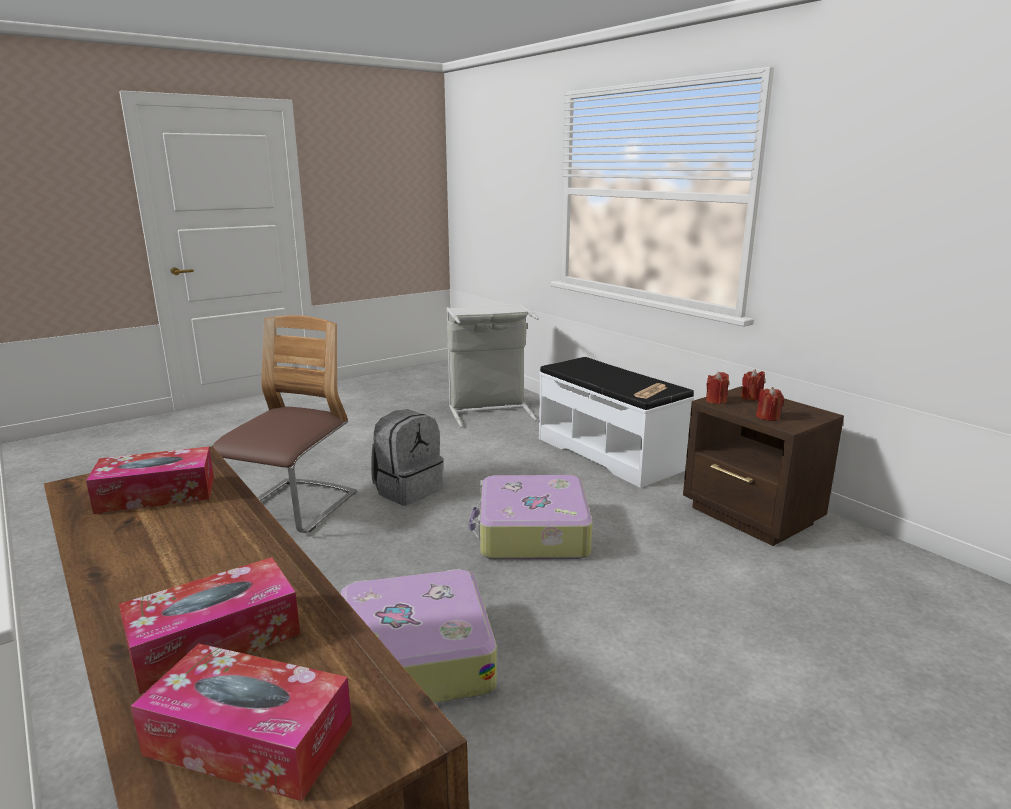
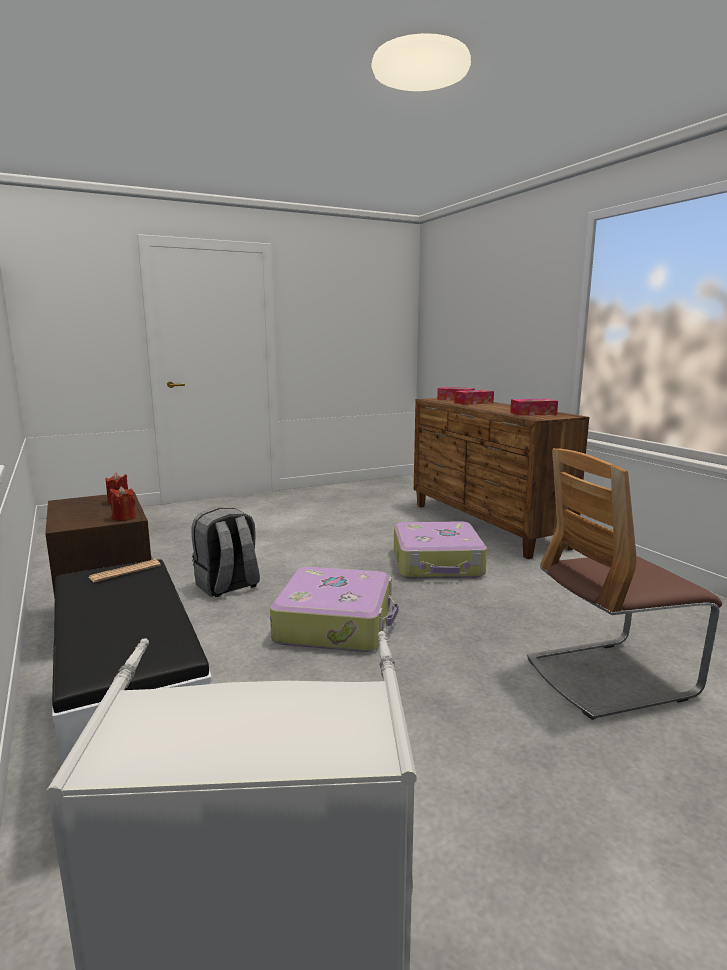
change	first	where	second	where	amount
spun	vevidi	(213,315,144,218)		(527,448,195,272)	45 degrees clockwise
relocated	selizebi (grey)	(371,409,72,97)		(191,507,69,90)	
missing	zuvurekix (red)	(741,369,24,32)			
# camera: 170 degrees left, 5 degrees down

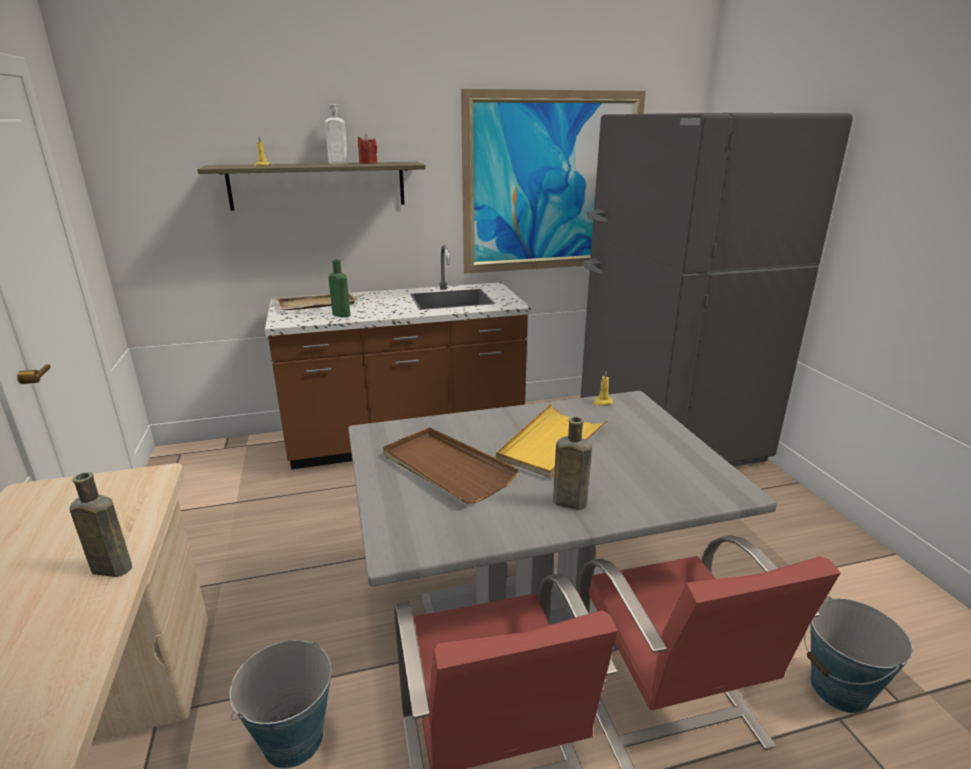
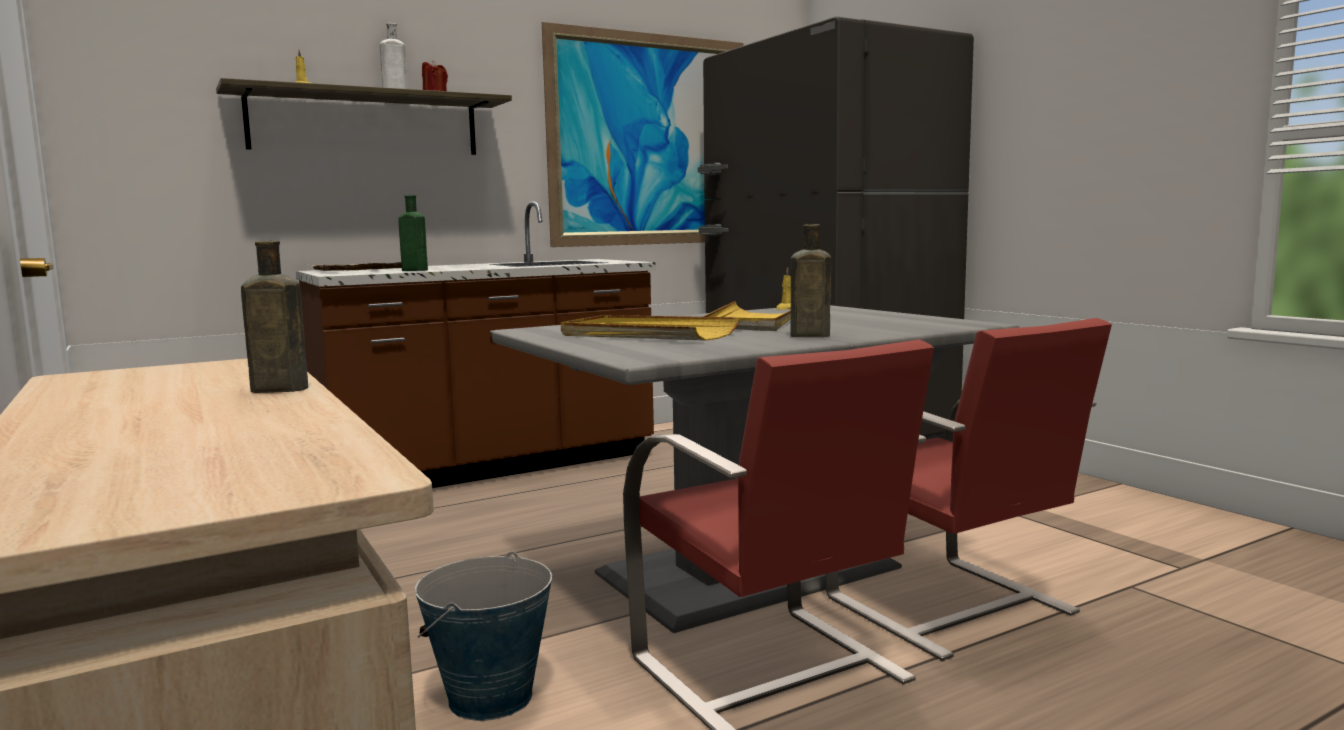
change	first	where	second	where	amount
colour	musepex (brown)	(383,427,136,77)	musepex (yellow)	(561,315,178,26)	
missing	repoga	(804,596,109,117)			
# camera: 15 degrees left, 15 degrees down

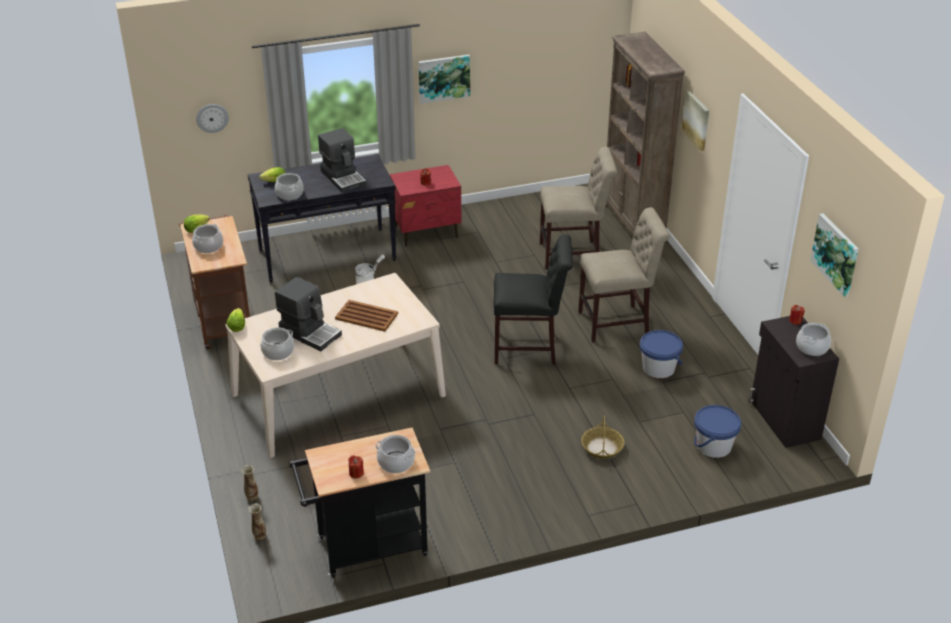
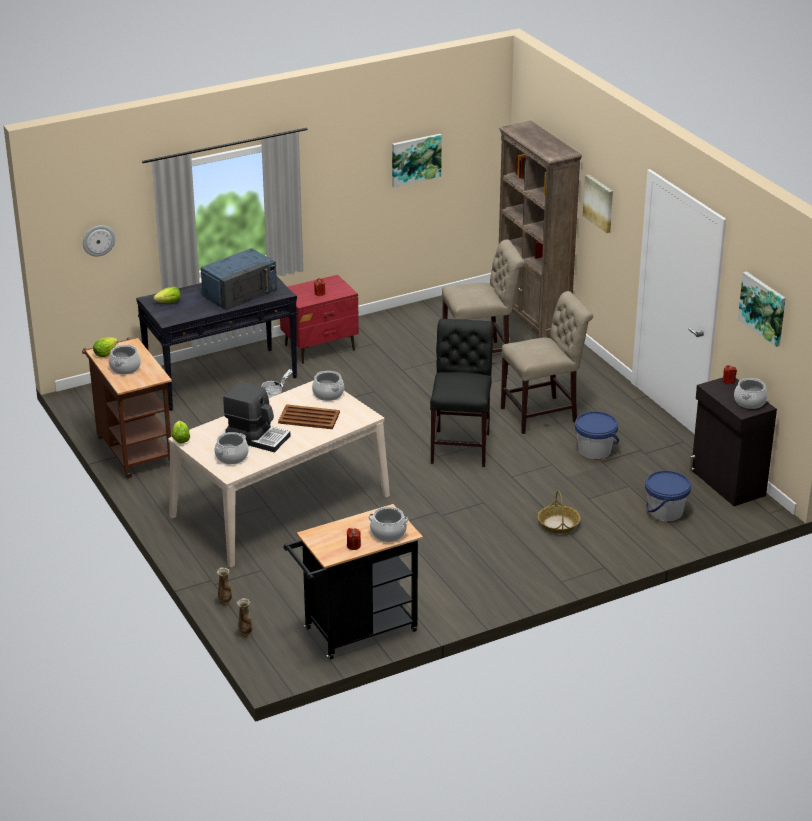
change	first	where	second	where	amount
relocated	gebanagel	(275,173,29,27)		(312,371,32,30)	
exchanged	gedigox	(318,128,49,64)	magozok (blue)	(201,248,76,62)	
relocated	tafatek	(418,55,52,49)		(392,134,50,54)	
spun	vevidi (black)	(493,234,80,131)		(430,319,63,148)	75 degrees counterclockwise
# camera: 10 degrees left, 5 degrees down

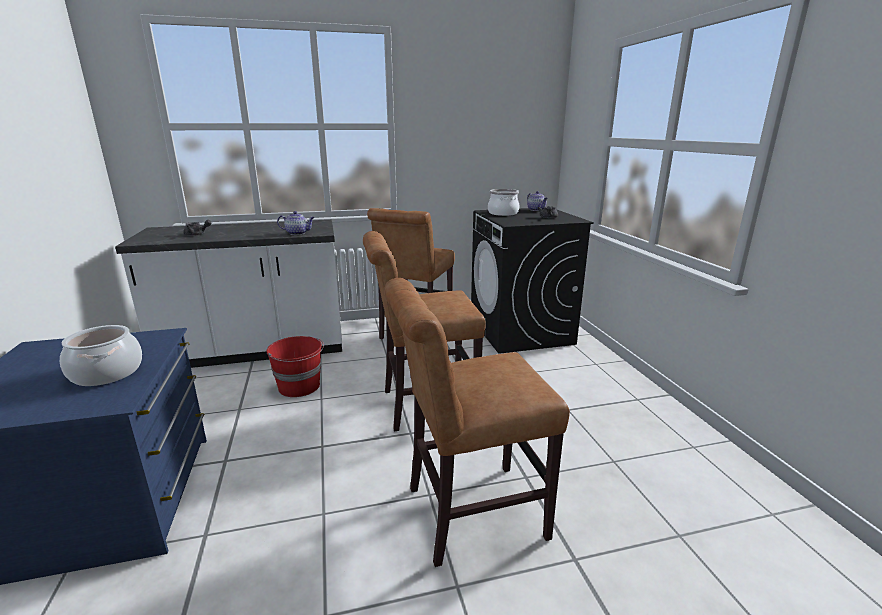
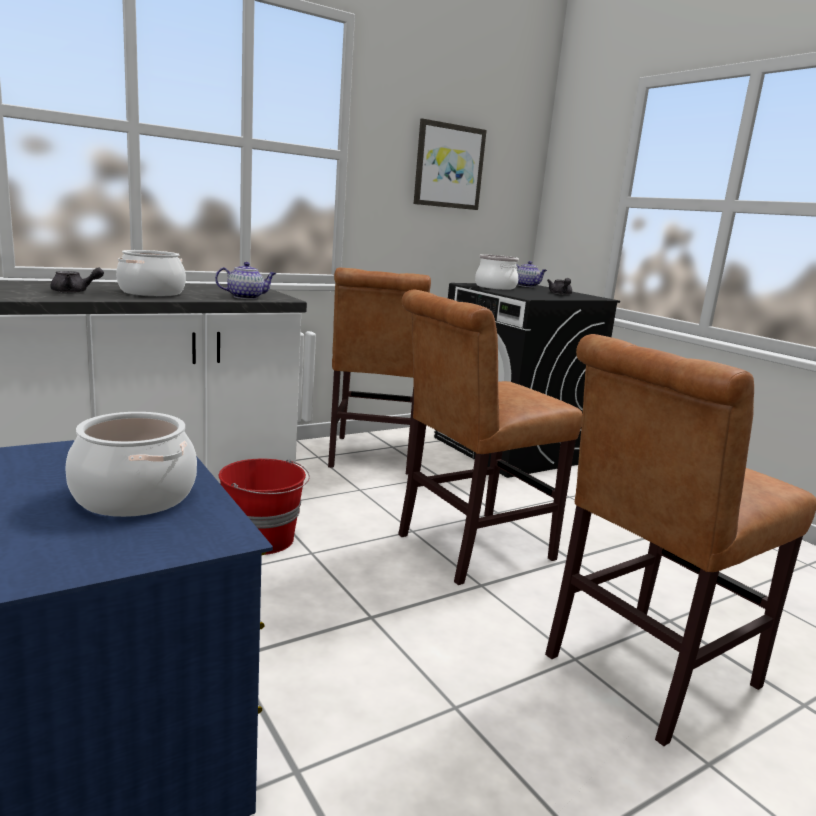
change	first	where	second	where	amount
appeared			gebanagel	(116,250,70,47)	
appeared			tafatek	(414,118,73,92)	
# camera: 20 degrees left, 5 degrees down

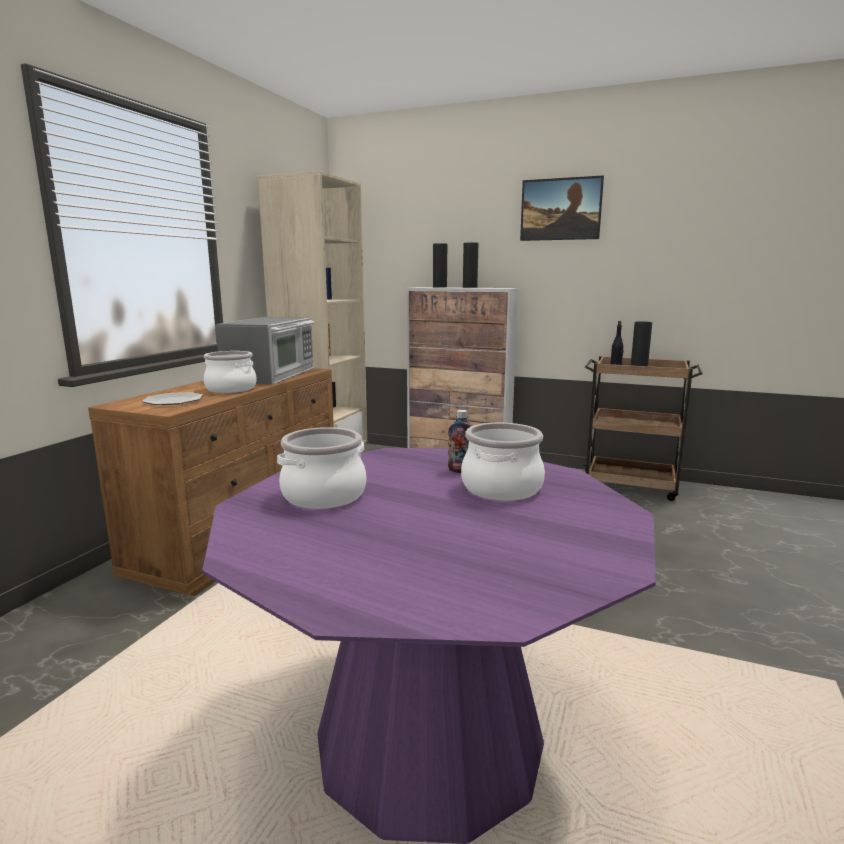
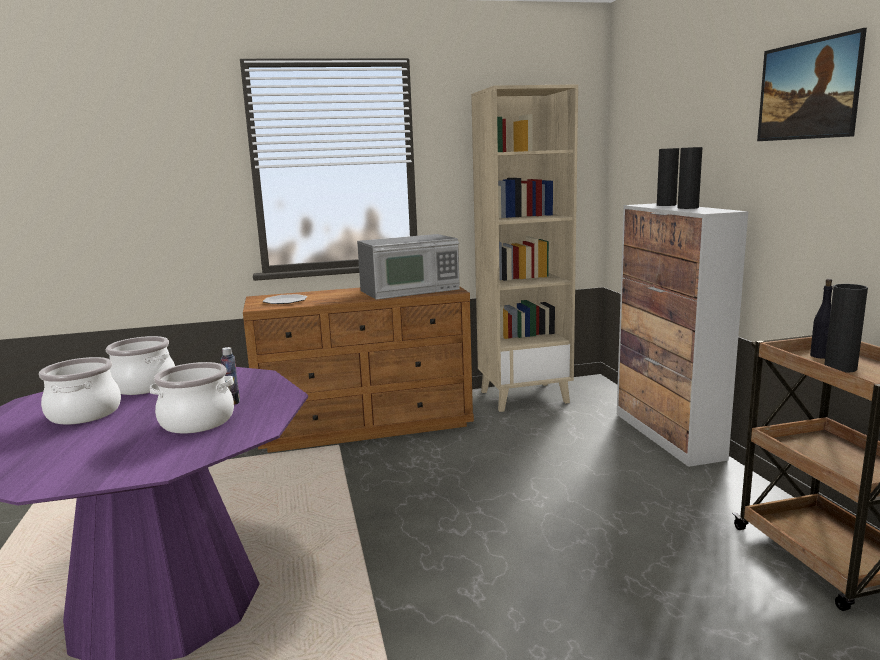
change	first	where	second	where	amount
relocated	gebanagel	(204,351,52,42)		(39,357,82,68)	
# camera: 55 degrees right, 0 degrees up

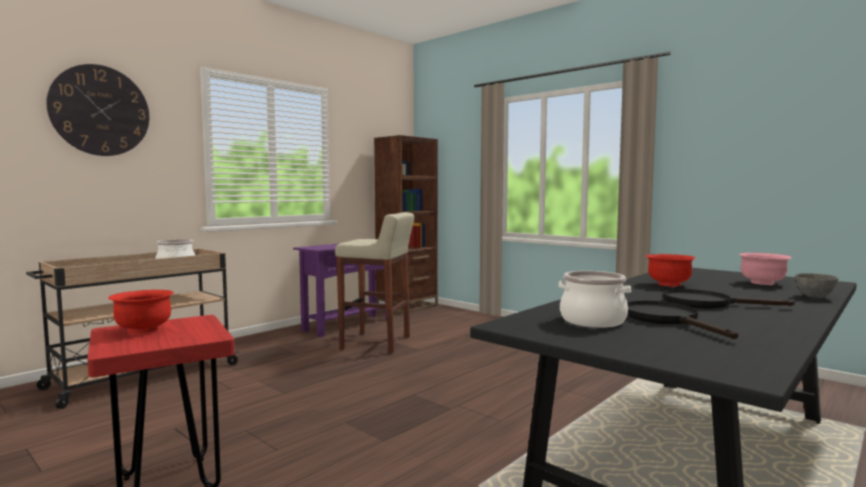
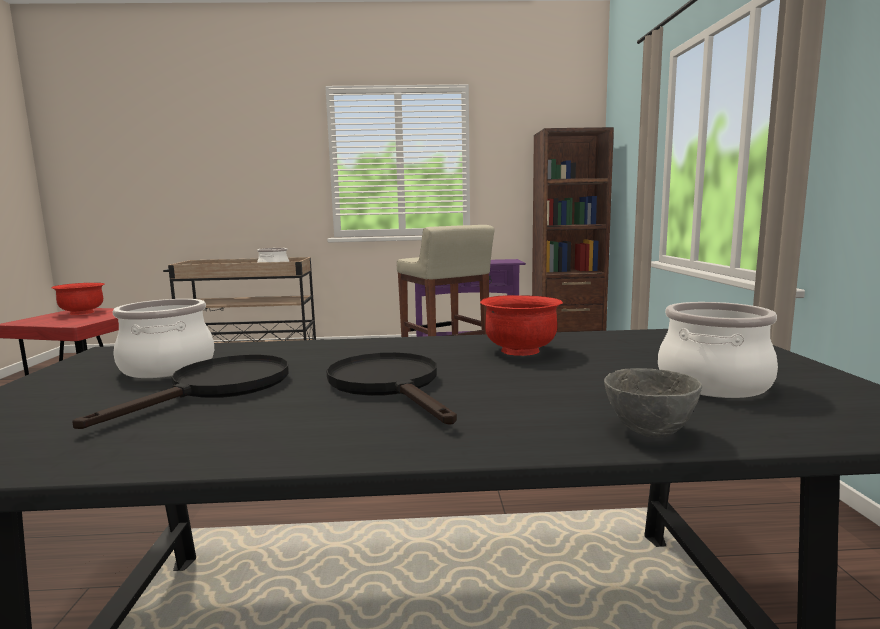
change	first	where	second	where	amount
missing	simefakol	(46,64,103,92)			
exchanged	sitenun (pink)	(739,253,53,32)	gebanagel	(658,302,120,96)	
# camera: 45 degrees right, 5 degrees up

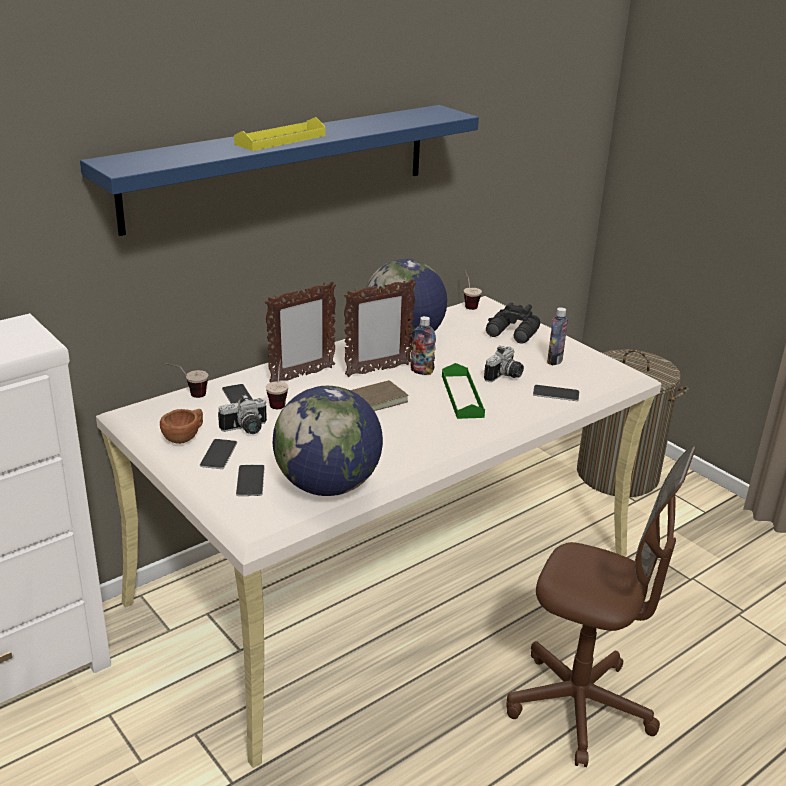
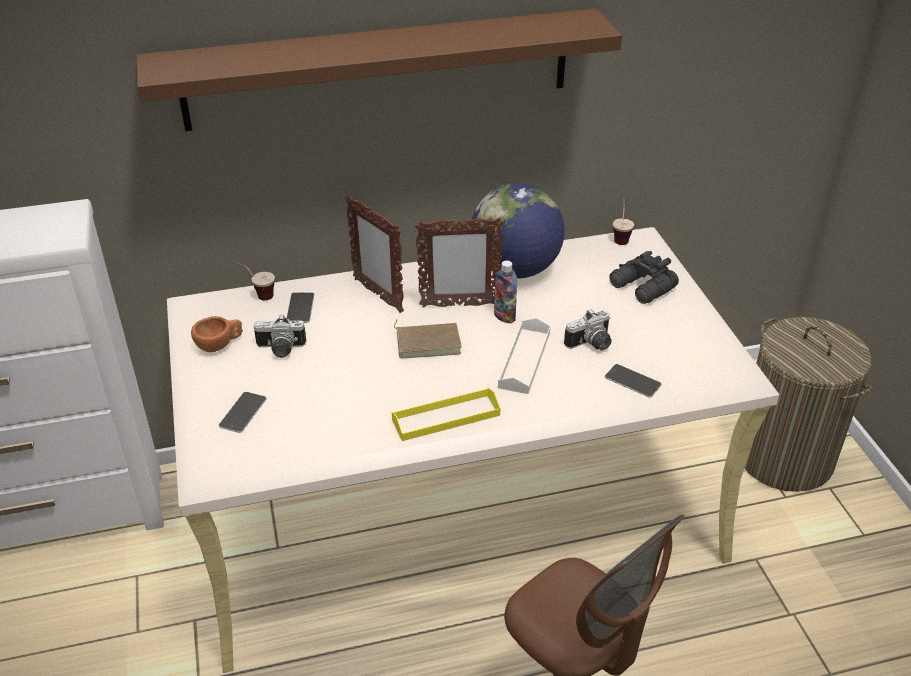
change	first	where	second	where	amount
colour	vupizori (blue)	(80,105,399,131)	vupizori (brown)	(137,8,485,123)	
missing	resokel	(200,439,37,30)			
relocated	musepex (yellow)	(234,117,91,34)		(392,388,108,53)	
spun	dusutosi	(265,281,71,101)		(346,195,58,118)	60 degrees clockwise
missing	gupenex	(266,359,22,50)			
missing	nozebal	(273,386,110,110)			
colour	musepex (green)	(442,363,43,56)	musepex (white)	(498,318,52,76)	
missing	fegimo	(547,307,21,58)			
# camera: 25 degrees right, 10 degrees up

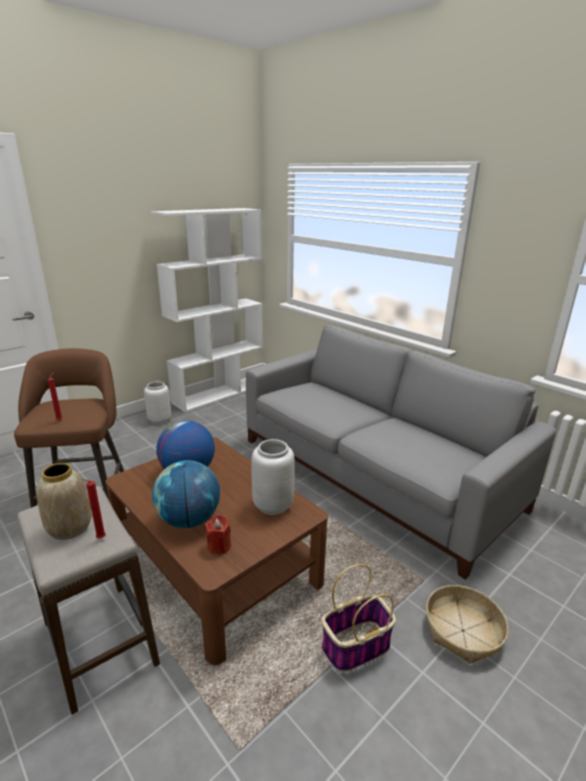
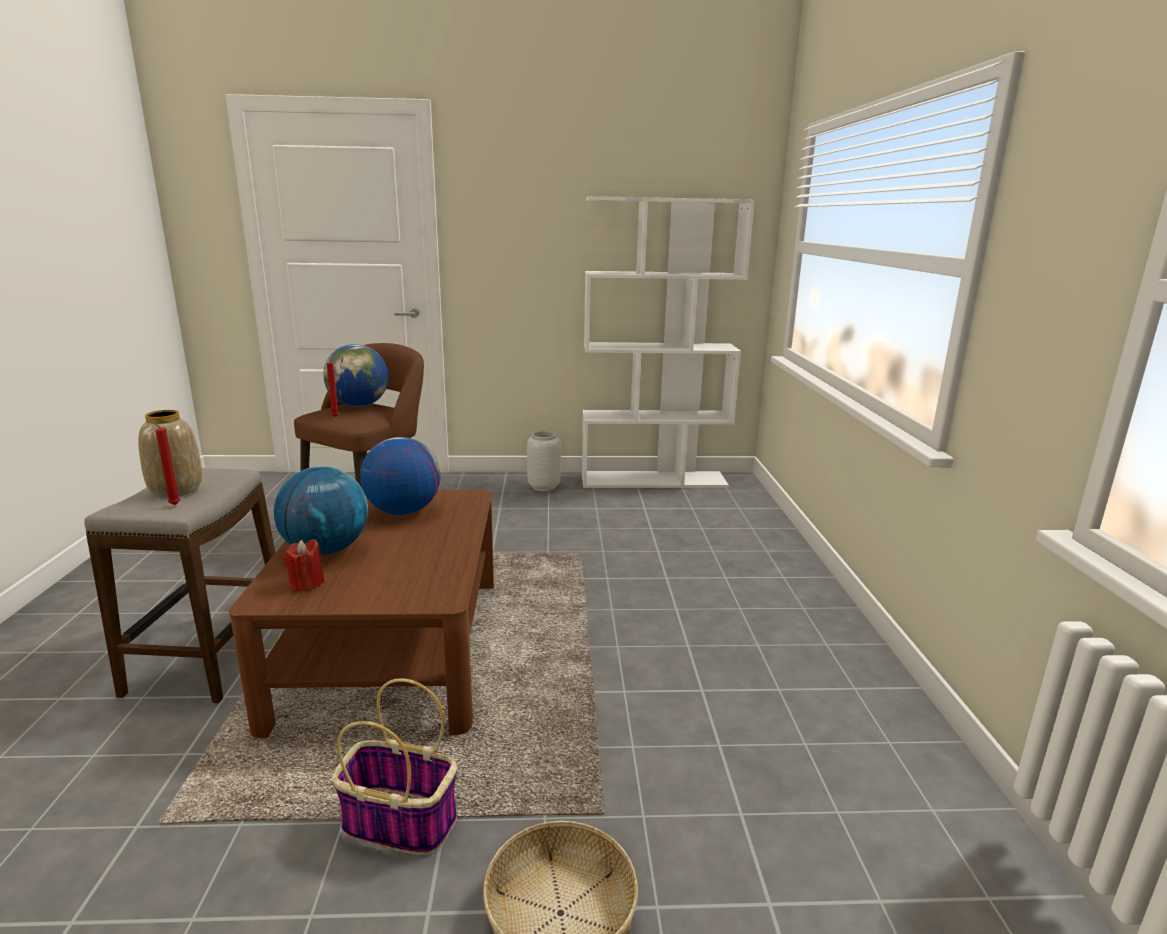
change	first	where	second	where	amount
missing	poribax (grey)	(246,325,310,255)			
missing	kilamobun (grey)	(251,439,44,76)			
appeared			nozebal	(324,344,65,63)	
# camera: 40 degrees right, 5 degrees down

